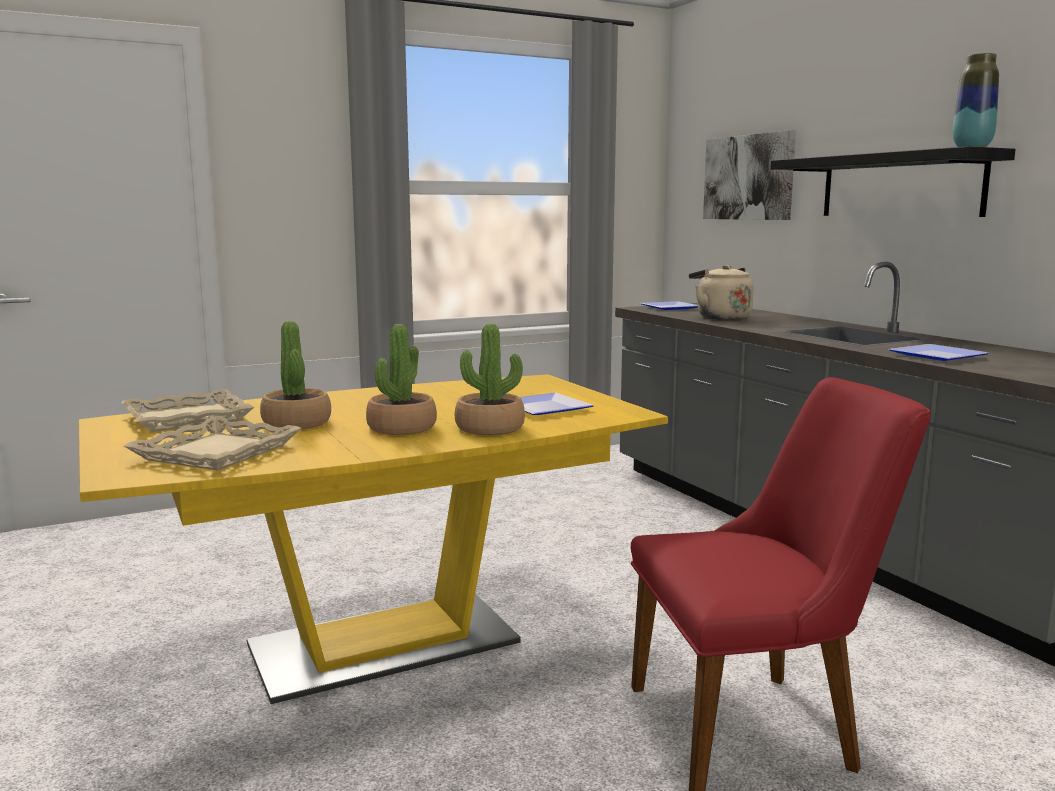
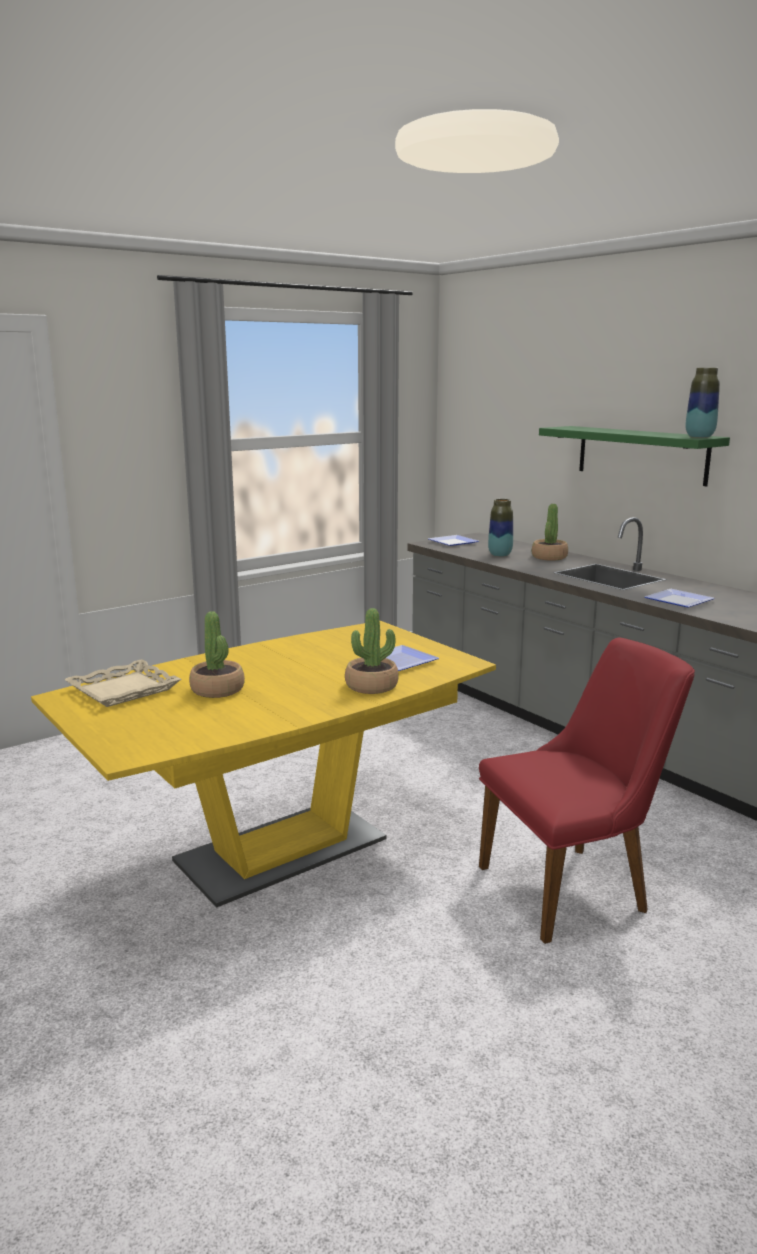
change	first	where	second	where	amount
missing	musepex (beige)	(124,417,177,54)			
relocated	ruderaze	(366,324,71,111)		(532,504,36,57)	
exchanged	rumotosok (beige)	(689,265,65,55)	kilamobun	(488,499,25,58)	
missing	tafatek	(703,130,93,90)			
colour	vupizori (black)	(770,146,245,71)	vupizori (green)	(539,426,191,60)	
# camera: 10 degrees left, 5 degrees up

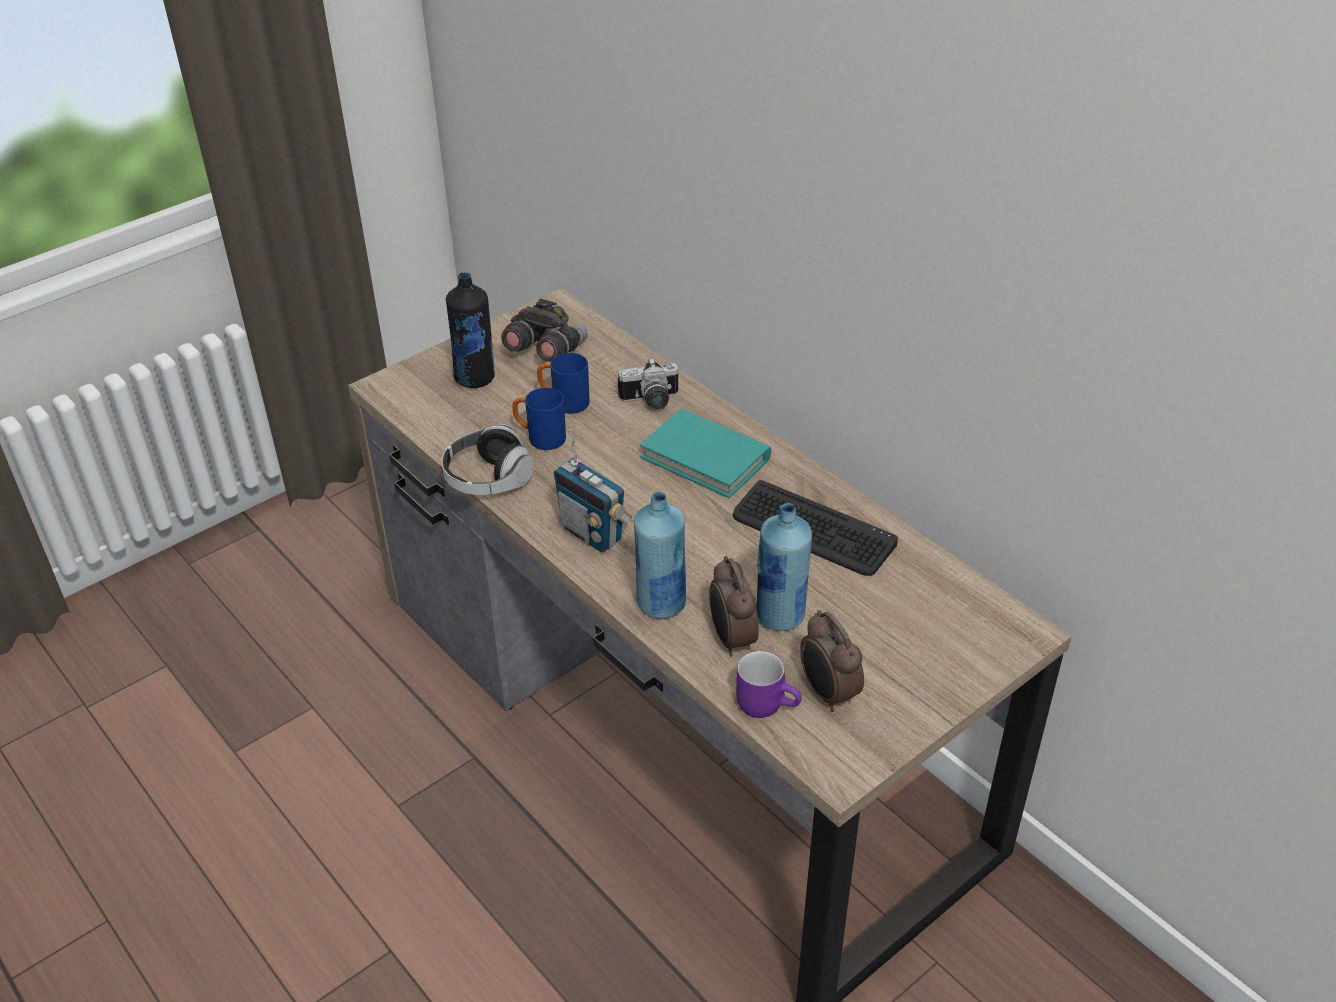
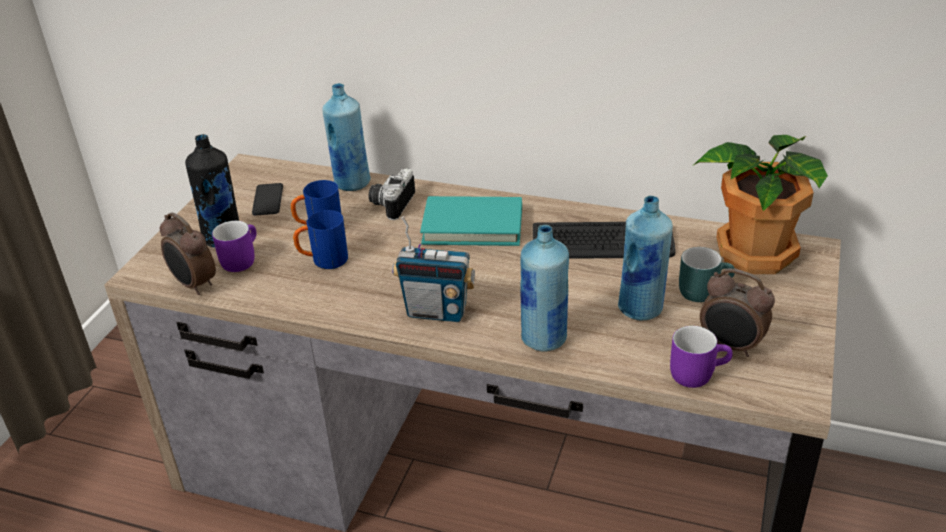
change	first	where	second	where	amount
missing	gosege	(442,424,92,71)			
exchanged	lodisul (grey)	(501,299,87,63)	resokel	(252,183,31,33)	
spun	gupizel	(618,358,60,52)		(369,168,46,52)	150 degrees clockwise
relocated	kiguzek	(709,556,50,100)		(160,212,56,83)	
appeared			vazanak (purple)	(212,221,44,51)	
appeared			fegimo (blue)	(322,83,49,108)	
appeared			vazanak (turquoise)	(679,247,56,55)	
appeared			ruderaze	(694,135,134,139)	
# camera: 30 degrees left, 5 degrees down

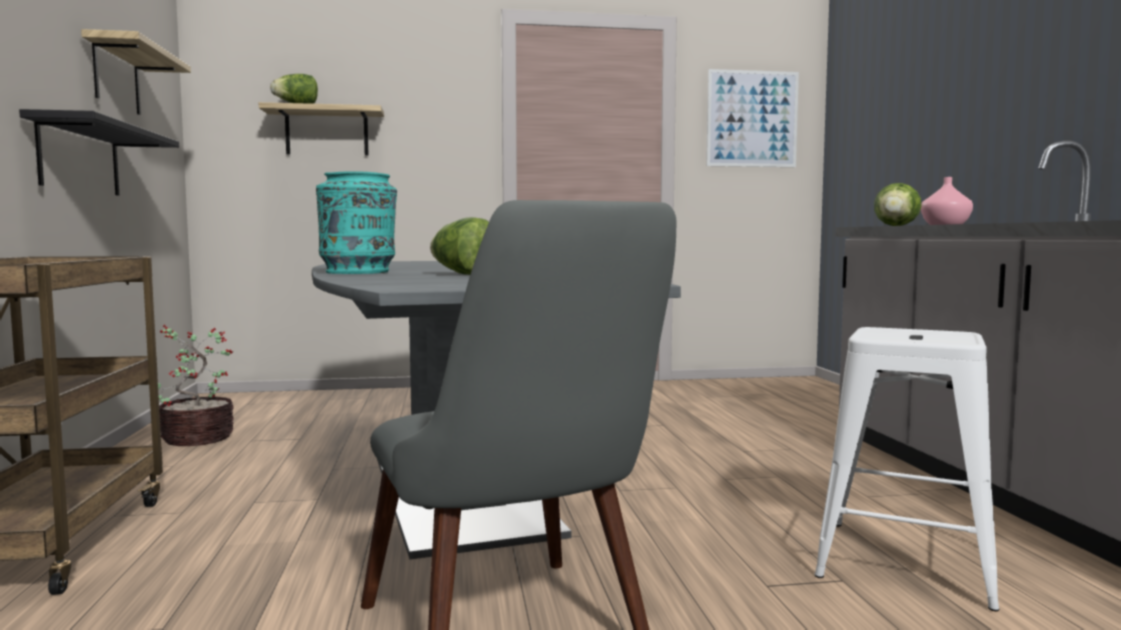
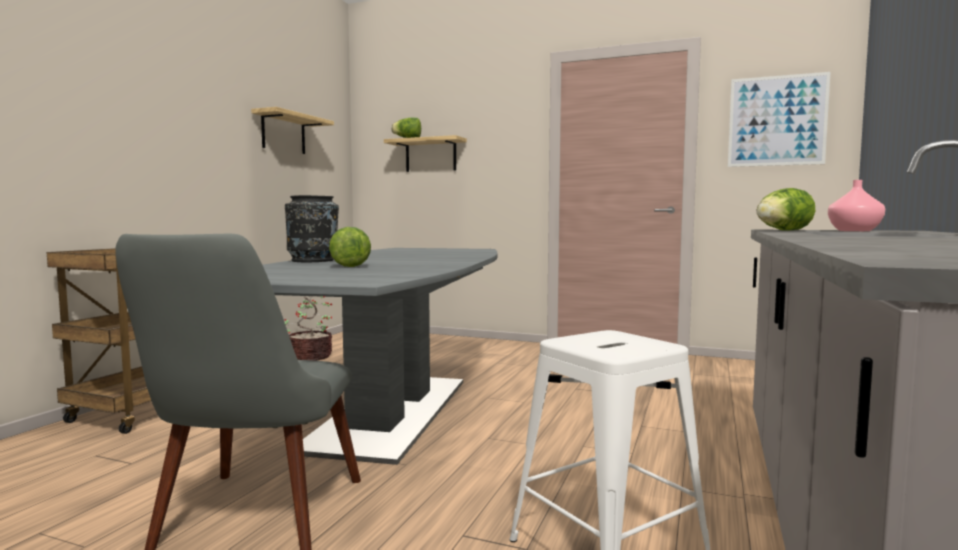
change	first	where	second	where	amount
missing	vupizori (black)	(19,109,160,86)			
colour	kilamobun (turquoise)	(316,171,81,103)	kilamobun (black)	(285,195,54,67)	
# camera: 30 degrees right, 0 degrees up

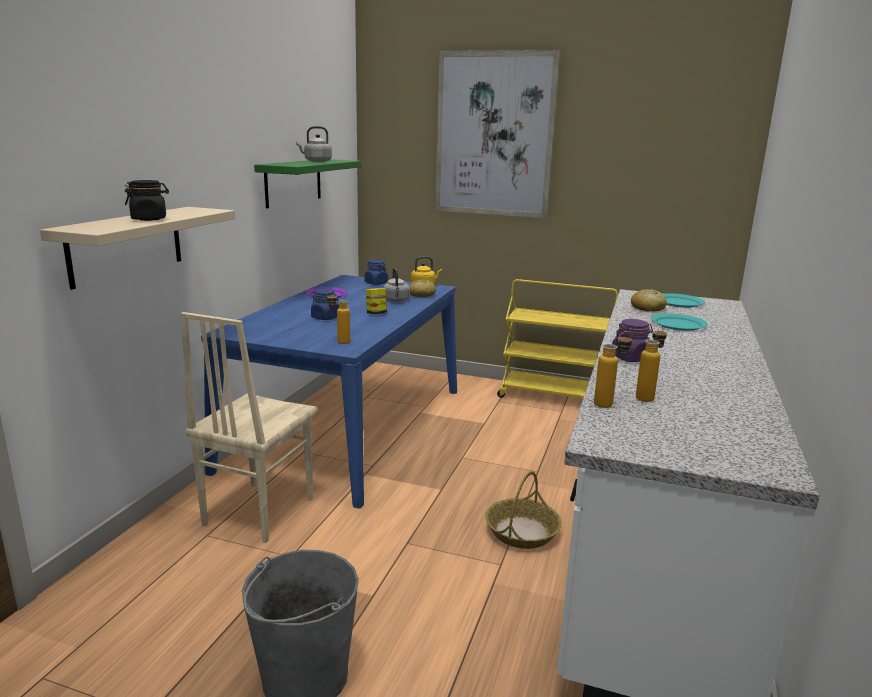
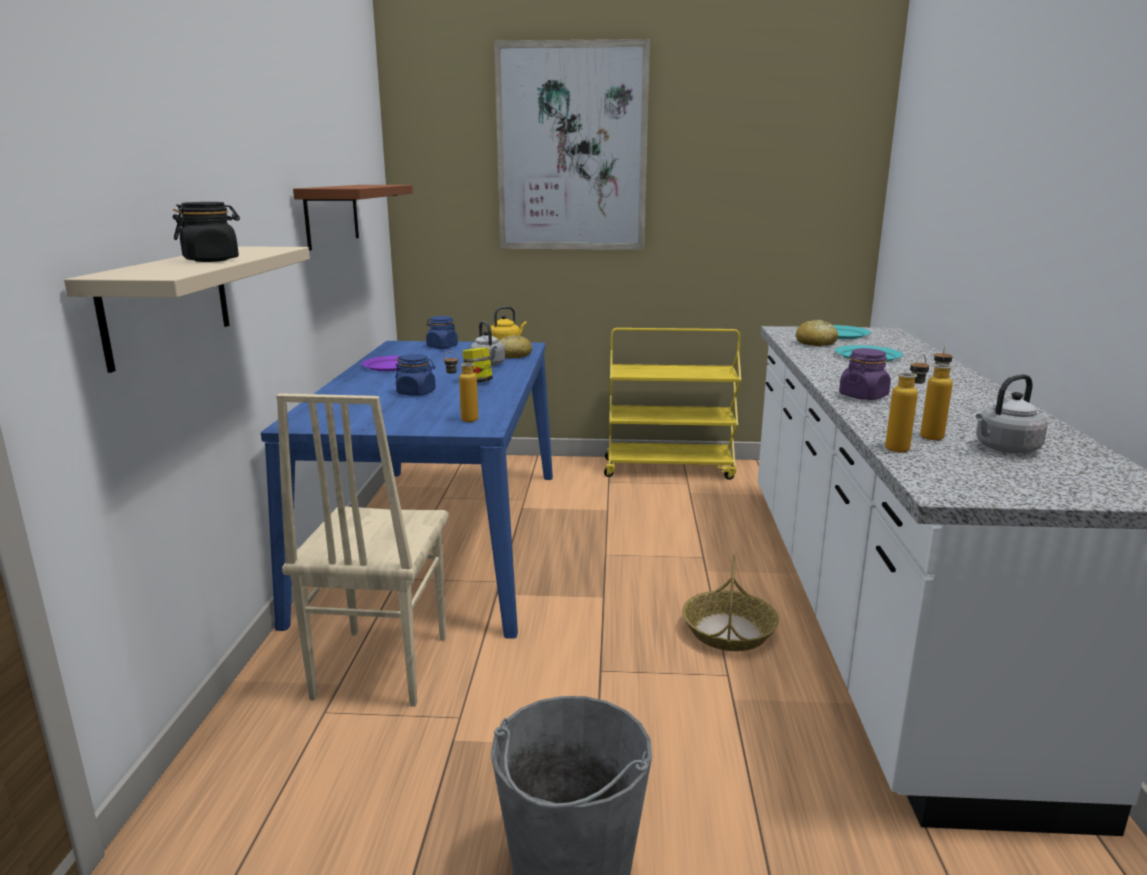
change	first	where	second	where	amount
colour	vupizori (green)	(254,159,108,49)	vupizori (brown)	(293,185,120,66)	
relocated	rumotosok (grey)	(296,126,36,36)		(976,374,72,79)	
# camera: 15 degrees left, 0 degrees up

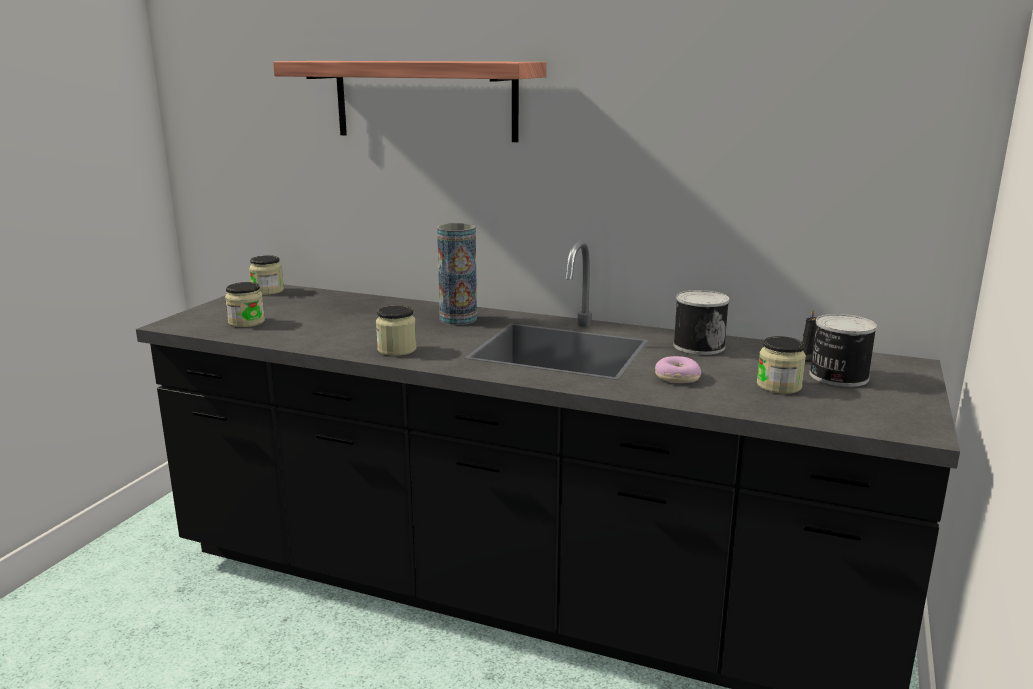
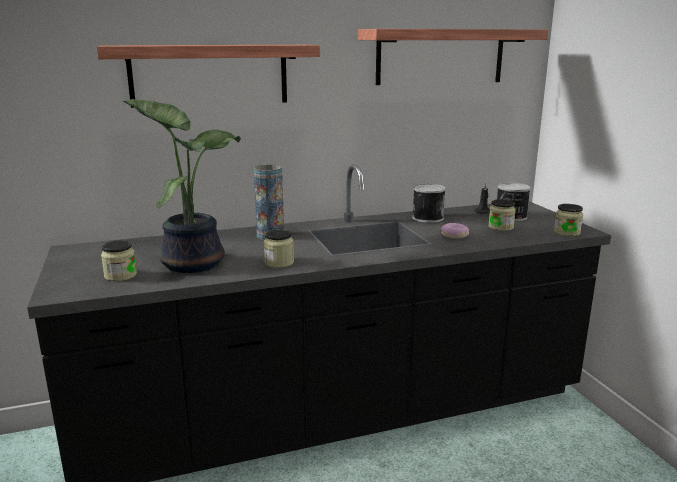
change	first	where	second	where	amount
relocated	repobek	(249,255,35,40)		(554,204,29,32)	
appeared			ruderaze	(122,99,119,174)	
appeared			vupizori	(358,29,191,56)	
# camera: 40 degrees left, 0 degrees up

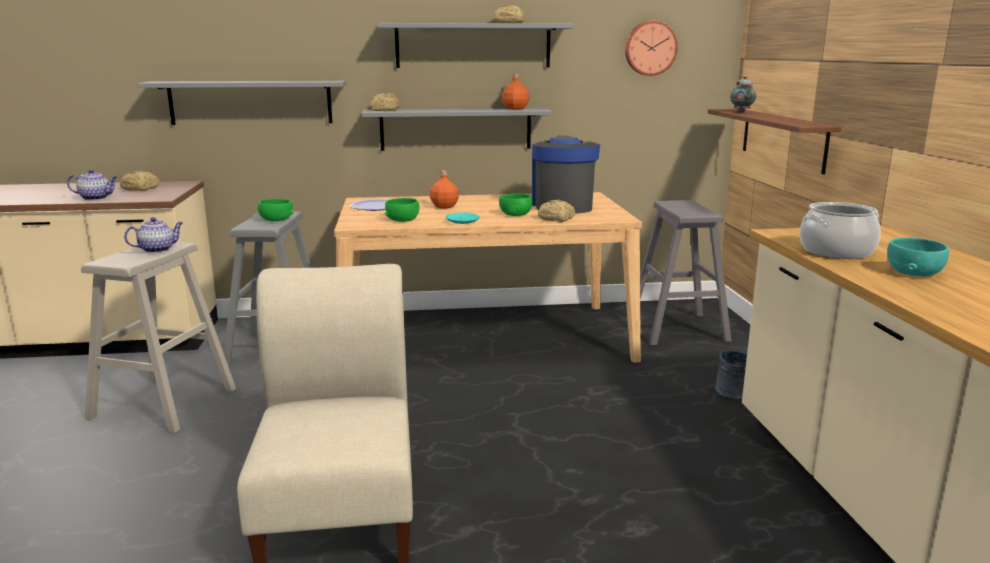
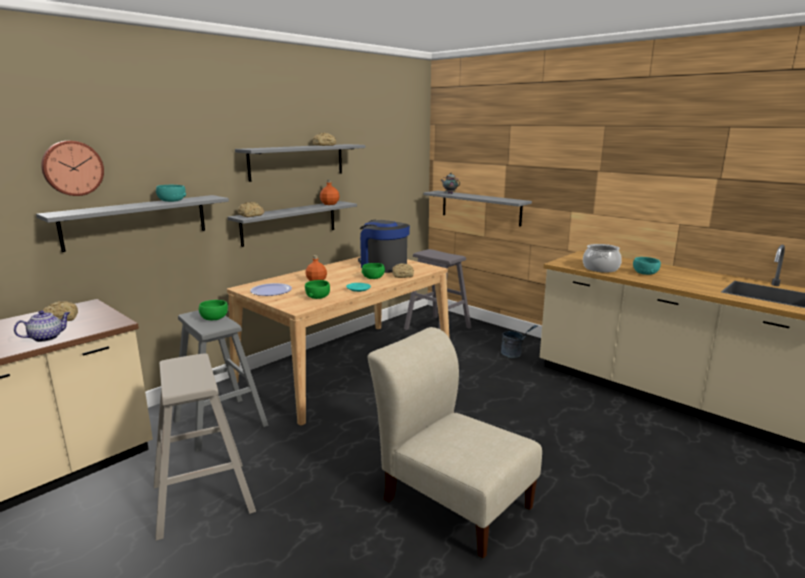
change	first	where	second	where	amount
missing	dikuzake	(124,217,59,36)			
relocated	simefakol	(625,20,53,56)		(41,141,63,55)	
colour	vupizori (brown)	(708,109,134,65)	vupizori (grey)	(423,191,109,36)	
appeared			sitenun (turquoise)	(156,185,30,17)	
# camera: 40 degrees left, 0 degrees up

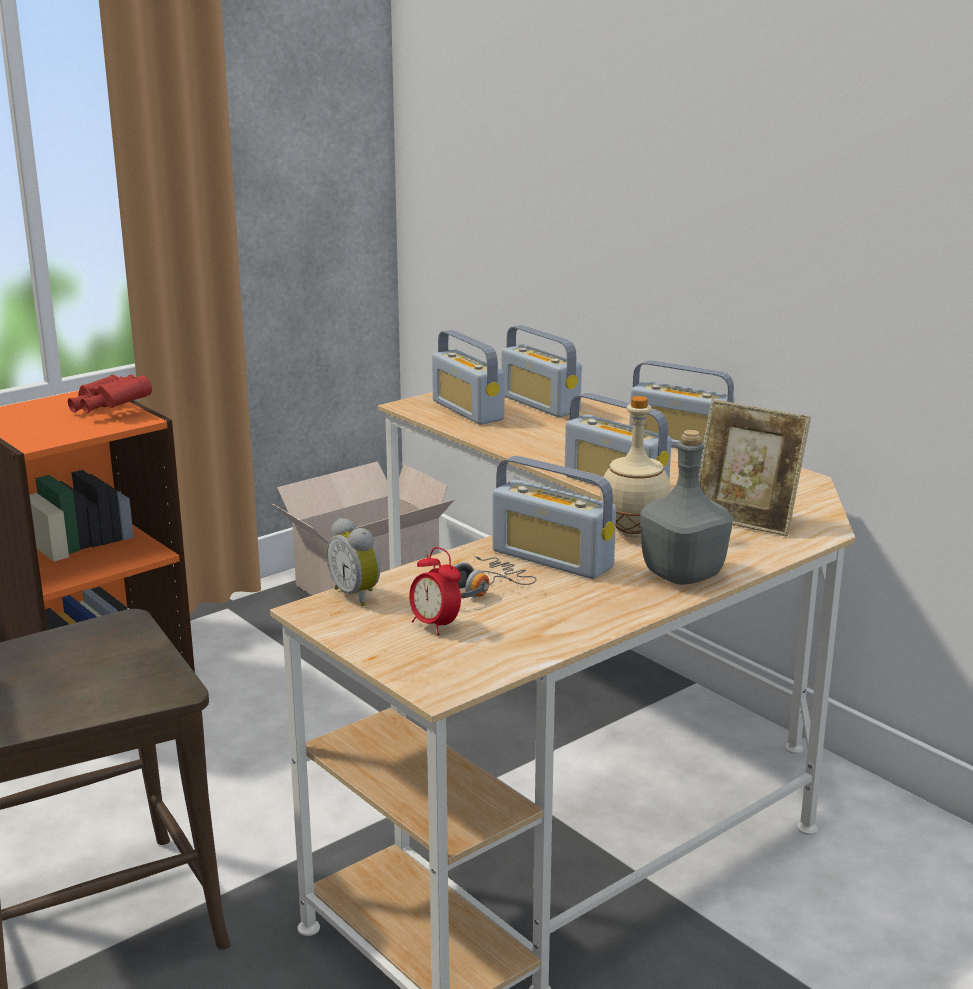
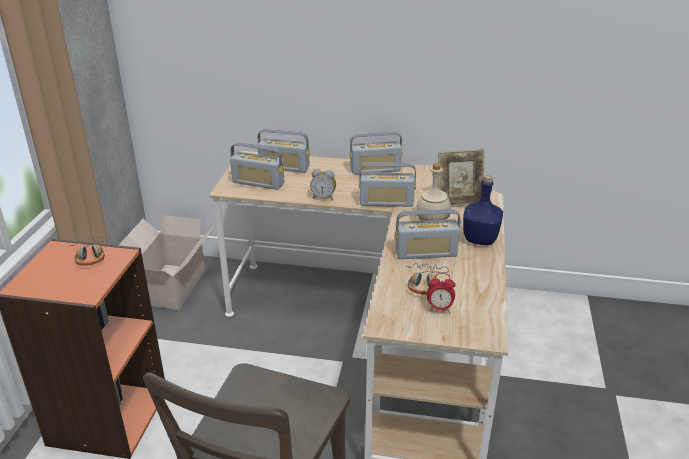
change	first	where	second	where	amount
exchanged	lodisul (red)	(68,375,84,38)	gosege	(69,235,43,31)	
relocated	kiguzek	(326,518,54,88)		(310,169,26,32)	
colour	fegimo (grey)	(640,430,93,155)	fegimo (blue)	(463,176,40,69)	
# camera: 40 degrees left, 10 degrees up

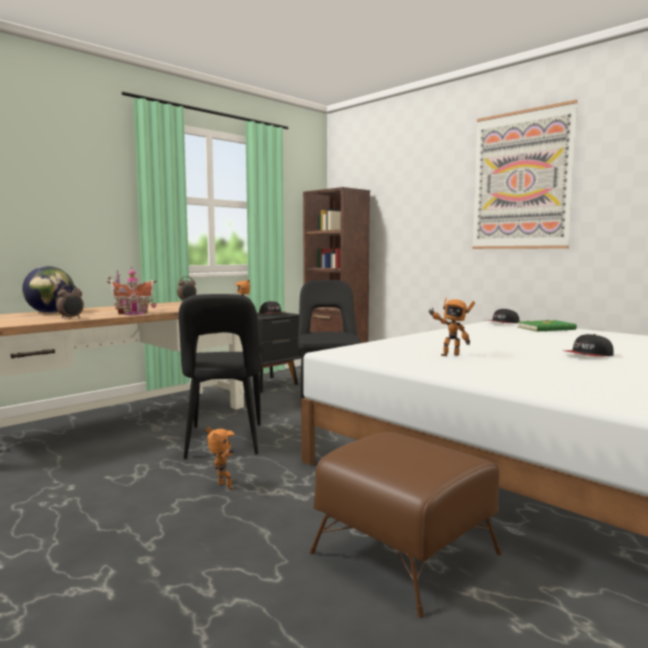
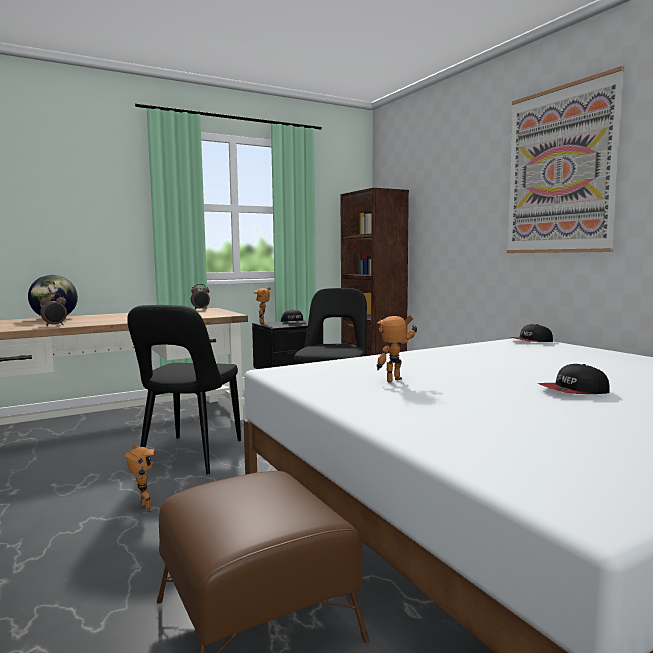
change	first	where	second	where	amount
missing	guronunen	(107,266,50,49)			
spun	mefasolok	(428,297,47,59)		(377,315,40,68)	120 degrees clockwise
missing	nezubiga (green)	(518,320,59,12)			
# camera: 15 degrees right, 0 degrees up

